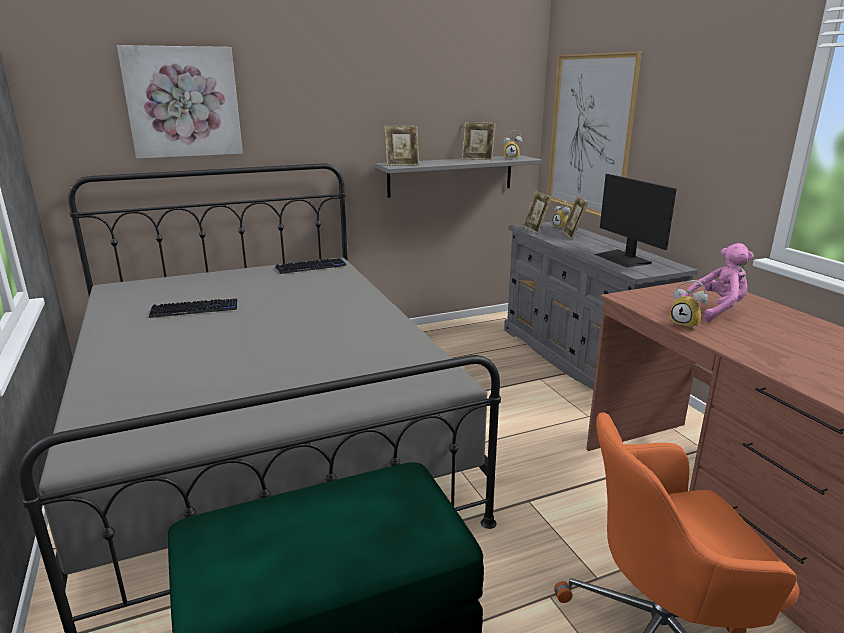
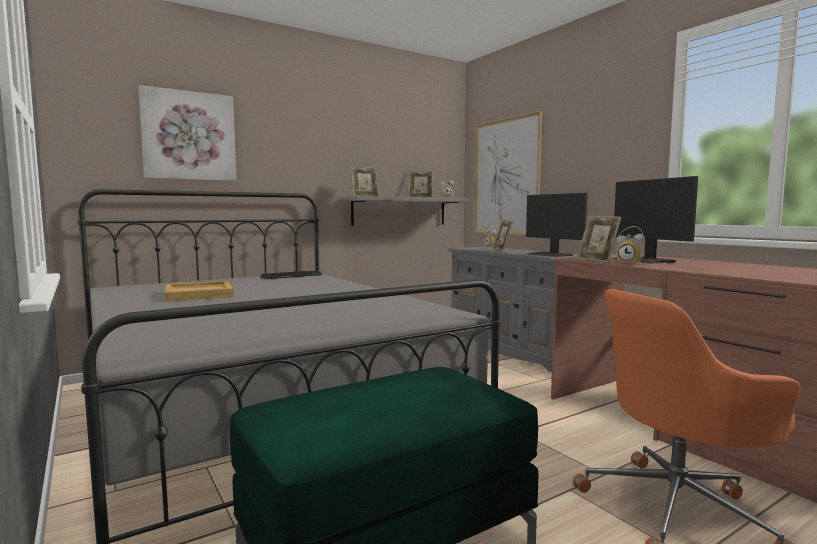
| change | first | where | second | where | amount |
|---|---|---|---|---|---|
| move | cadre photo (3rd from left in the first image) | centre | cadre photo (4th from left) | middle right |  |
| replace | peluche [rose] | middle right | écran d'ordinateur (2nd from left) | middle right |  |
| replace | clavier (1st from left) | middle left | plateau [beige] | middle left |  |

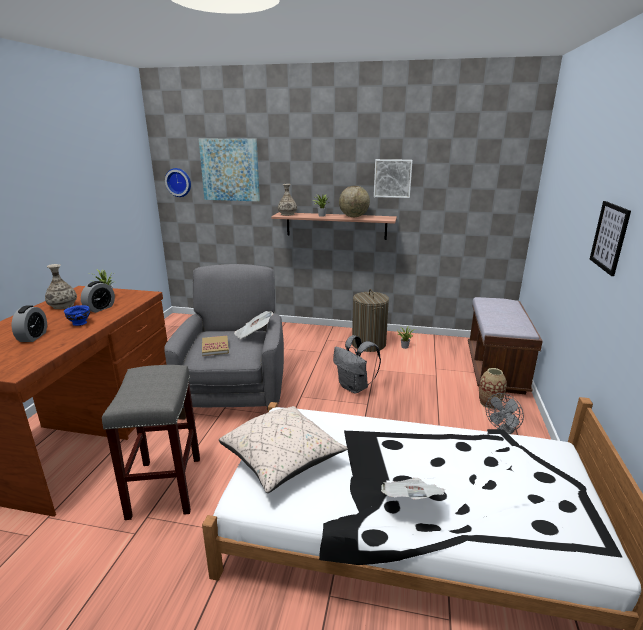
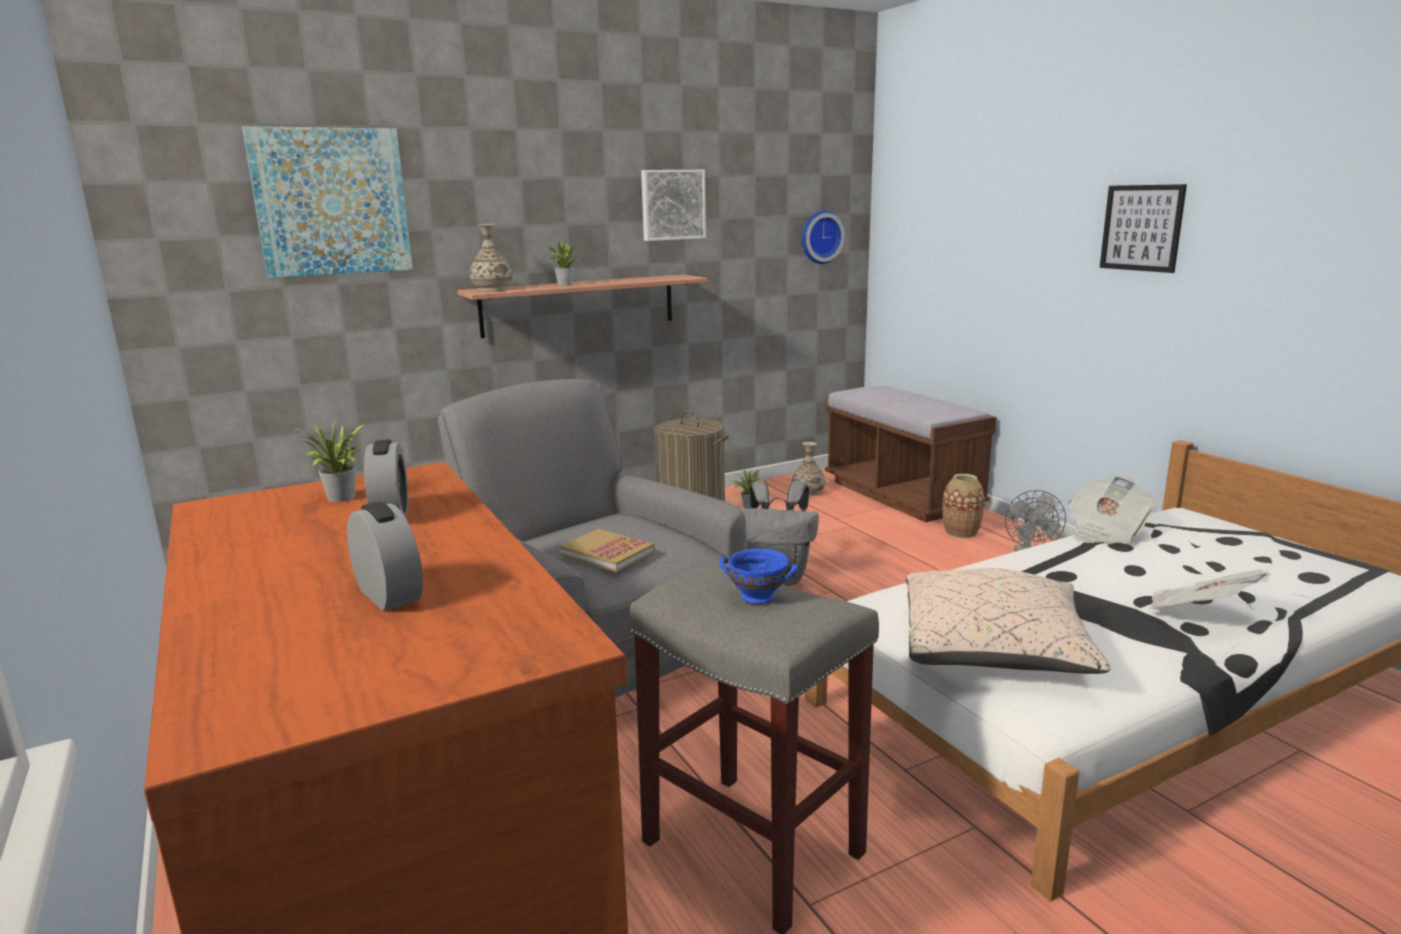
| change | first | where | second | where | amount |
|---|---|---|---|---|---|
| move | horloge murale | top left |  | top centre |  |
| delete | globe | top centre |  |  |  |
| move | vase (1st from left in the first image) | middle left | vase (2nd from left) | centre |  |
| move | bol [bleu] | middle left |  | centre |  |
| move | journal (1st from left) | centre |  | middle right |  |

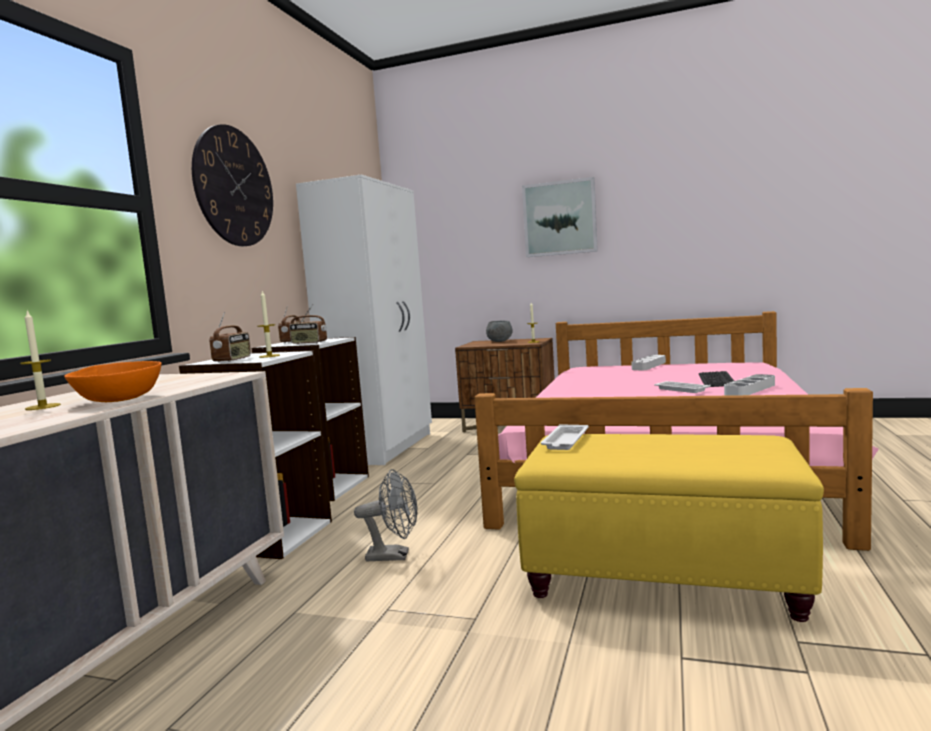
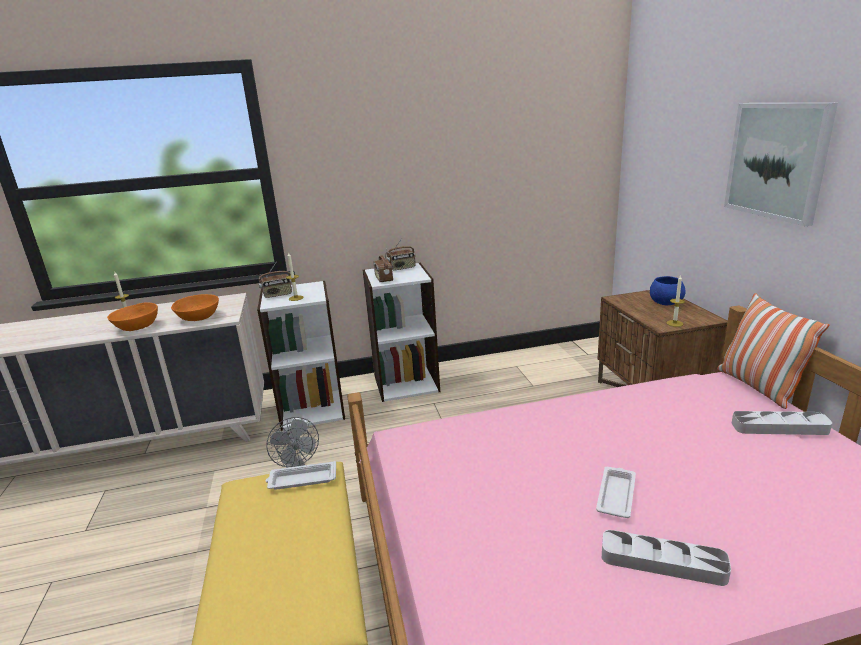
| change | first | where | second | where | amount |
|---|---|---|---|---|---|
| delete | horloge murale | top left |  |  |  |
| delete | armoire [blanc] | centre |  |  |  |
| recolor | bol [gris] | centre | bol [bleu] | middle right |  |
| delete | clavier | middle right |  |  |  |
| insert |  |  | coussin | middle right |  |
| insert |  |  | bol [orange] (2nd from left) | middle left |  |

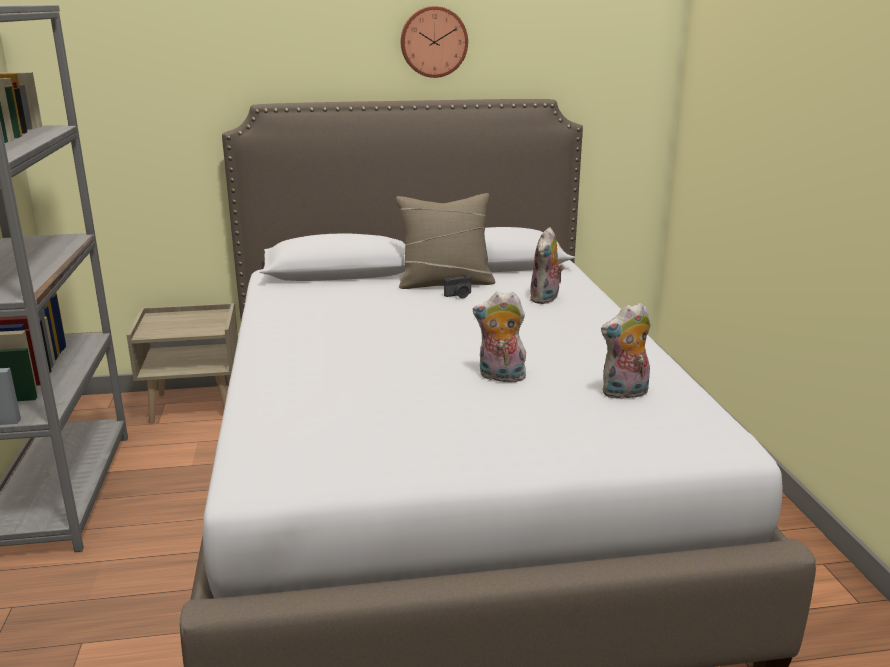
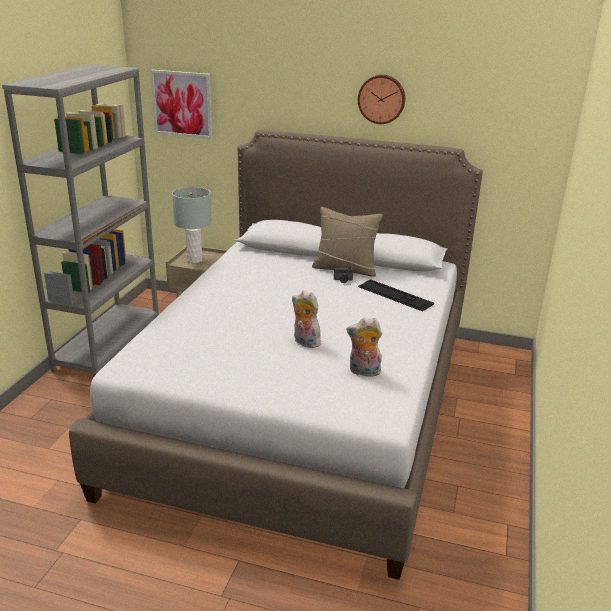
| change | first | where | second | where | amount |
|---|---|---|---|---|---|
| replace | peluche (2nd from left) | centre | clavier | centre |  |
| insert |  |  | tableau | top left |  |
| insert |  |  | lampe de table [gris] | middle left |  |

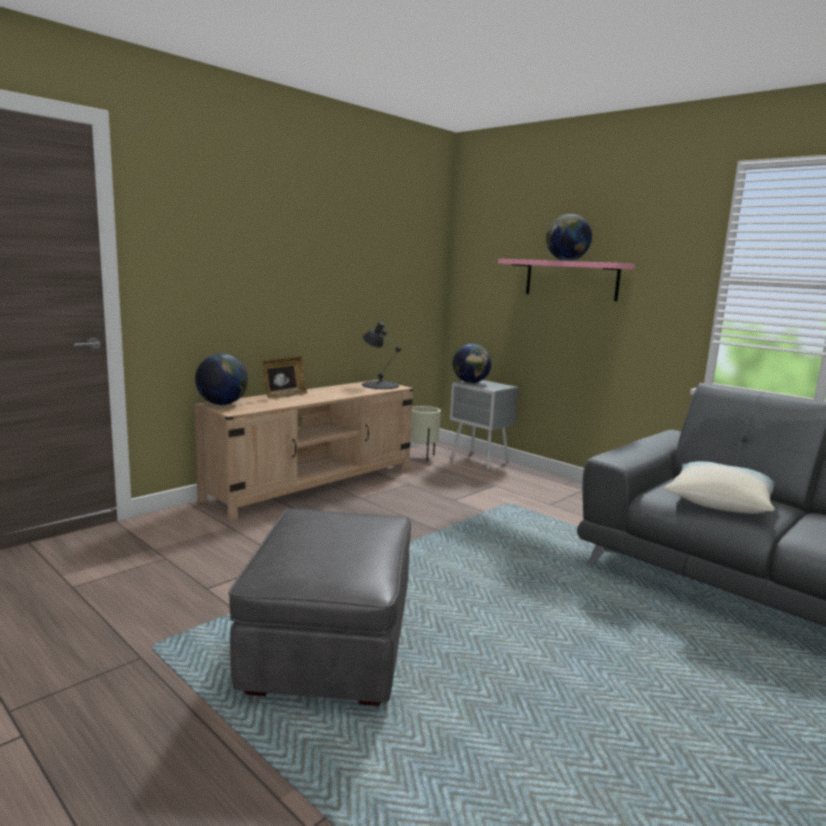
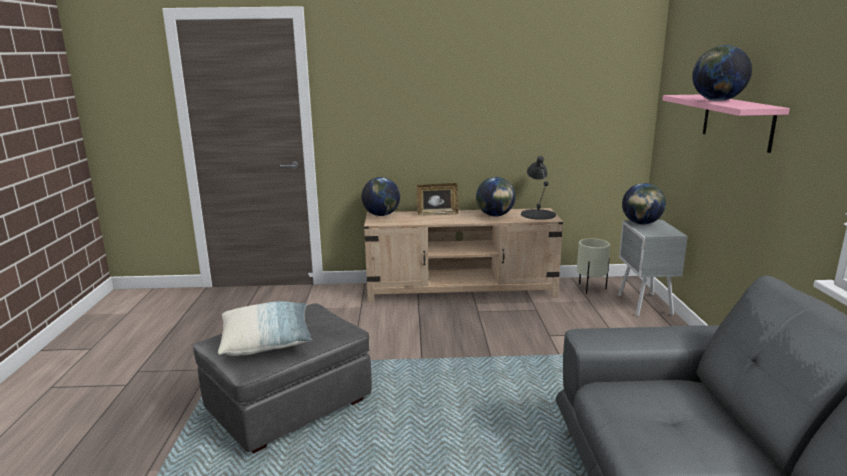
| change | first | where | second | where | amount |
|---|---|---|---|---|---|
| move | coussin | middle right |  | bottom left |  |
| insert |  |  | globe (2nd from left) | centre |  |

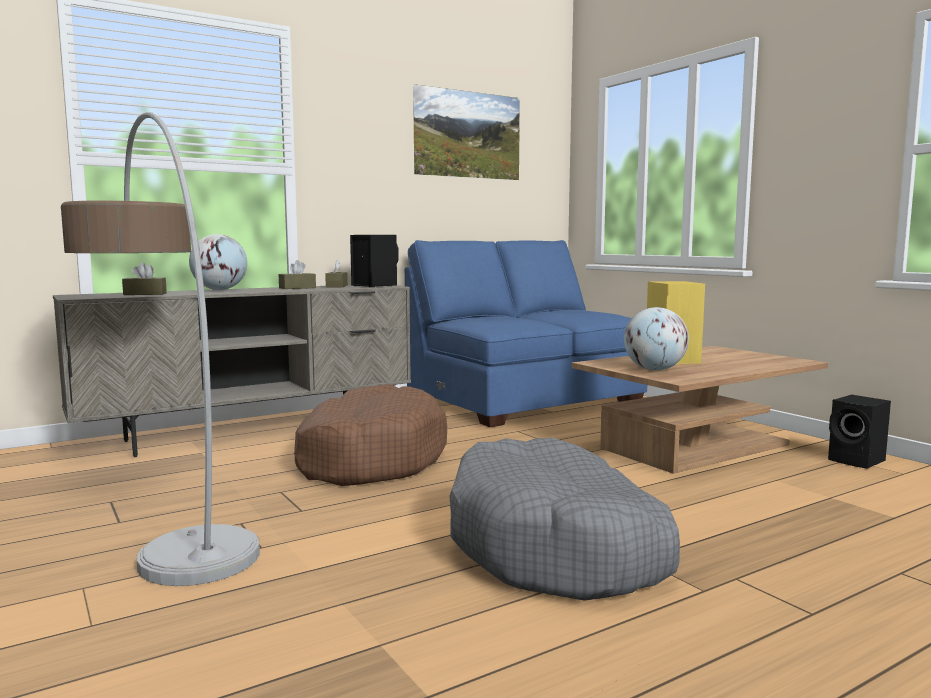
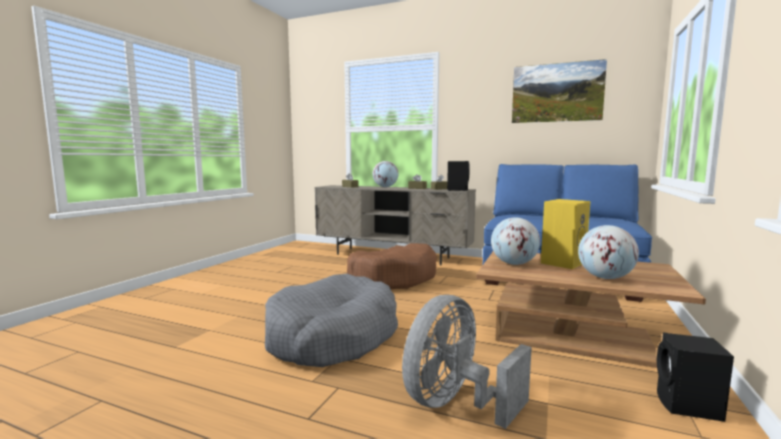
| change | first | where | second | where | amount |
|---|---|---|---|---|---|
| delete | lampadaire | middle left |  |  |  |
| insert |  |  | globe (3rd from left) | middle right |  |
| insert |  |  | ventilateur [gris] | bottom centre |  |

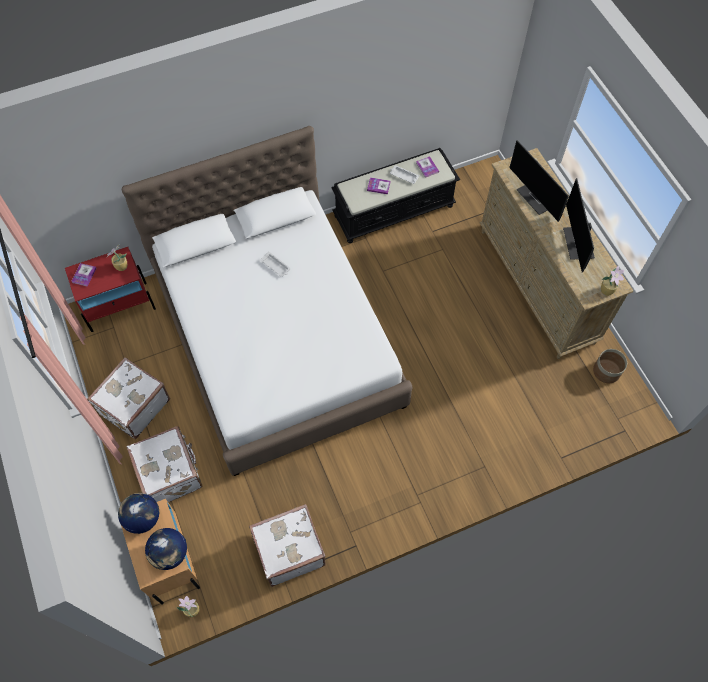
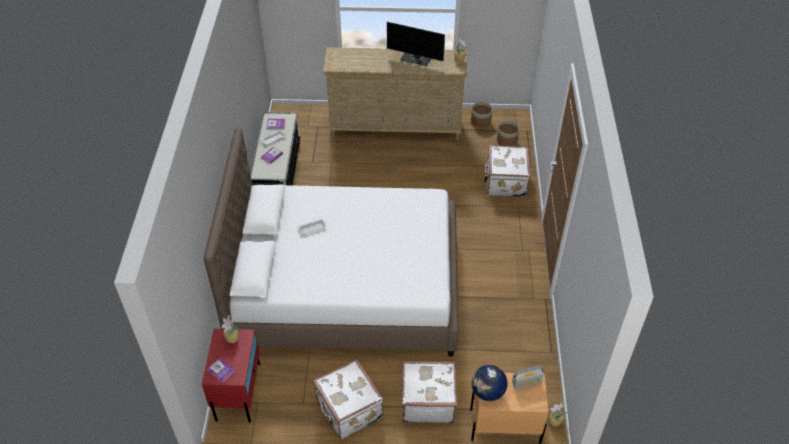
| change | first | where | second | where | amount |
|---|---|---|---|---|---|
| delete | écran d'ordinateur (1st from left) | top right |  |  |  |
| move | valise [blanc] (3rd from left) | bottom centre |  | centre |  |
| replace | globe (2nd from left) | bottom left | radio | bottom right |  |
| insert |  |  | cache-pot (2nd from left) | top centre |  |

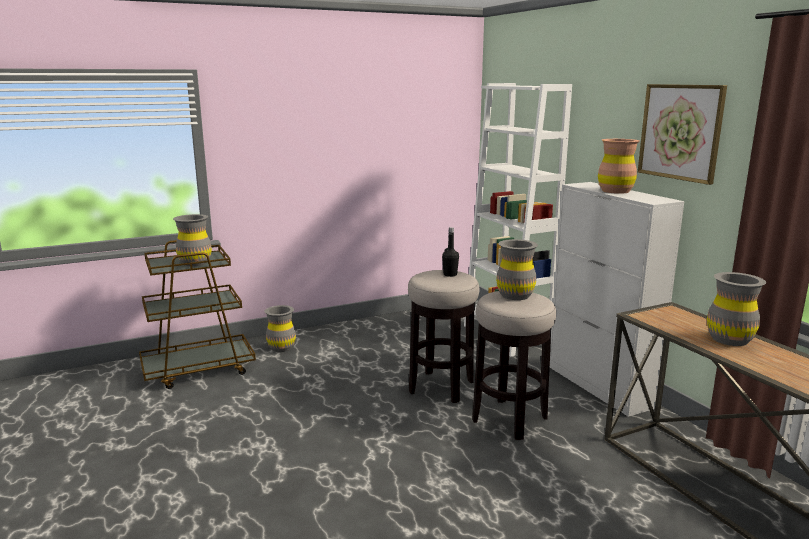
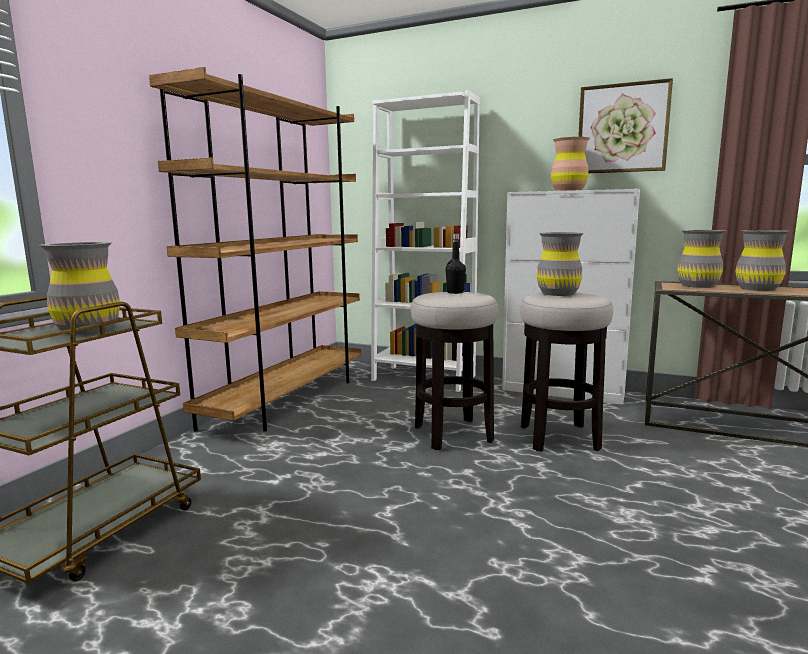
| change | first | where | second | where | amount |
|---|---|---|---|---|---|
| move | vase [gris] (2nd from left in the first image) | centre | vase [gris] (3rd from left) | middle right |  |
| insert |  |  | bibliothèque [marron] | middle left |  |

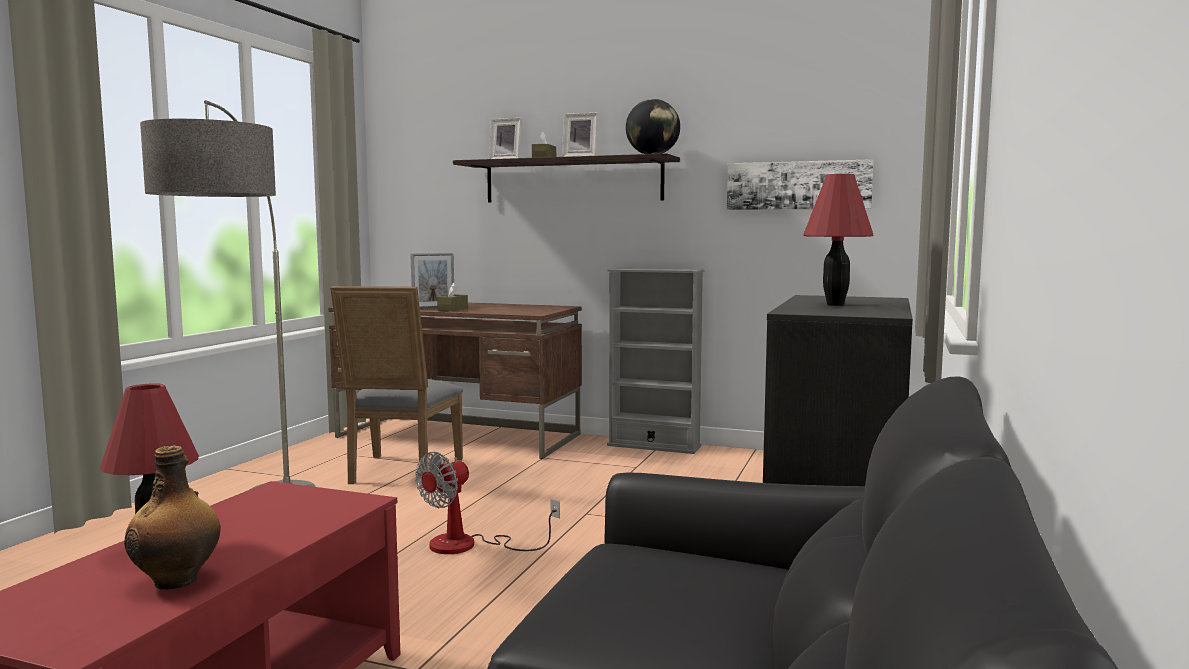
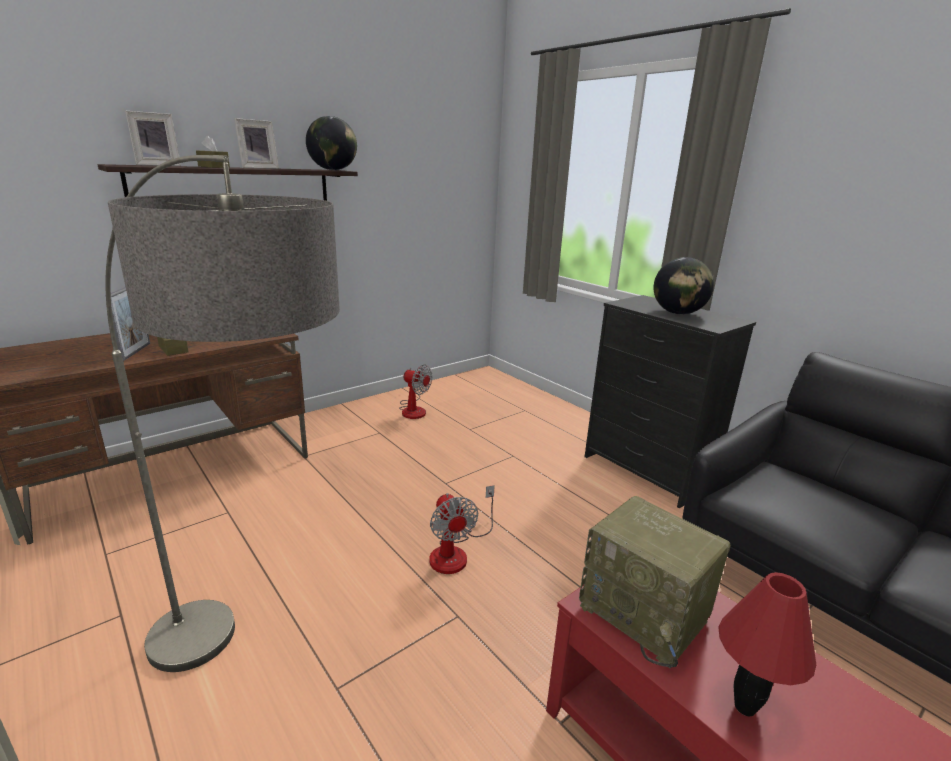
| change | first | where | second | where | amount |
|---|---|---|---|---|---|
| delete | tableau | top right |  |  |  |
| replace | lampe de table [rouge] (2nd from left) | middle right | globe (2nd from left) | middle right |  |
| delete | bibliothèque [gris] | centre |  |  |  |
| delete | chaise [gris] | middle left |  |  |  |
| delete | bouteille | bottom left |  |  |  |
| insert |  |  | ventilateur (1st from left) | centre |  |
| insert |  |  | radio | bottom right |  |

